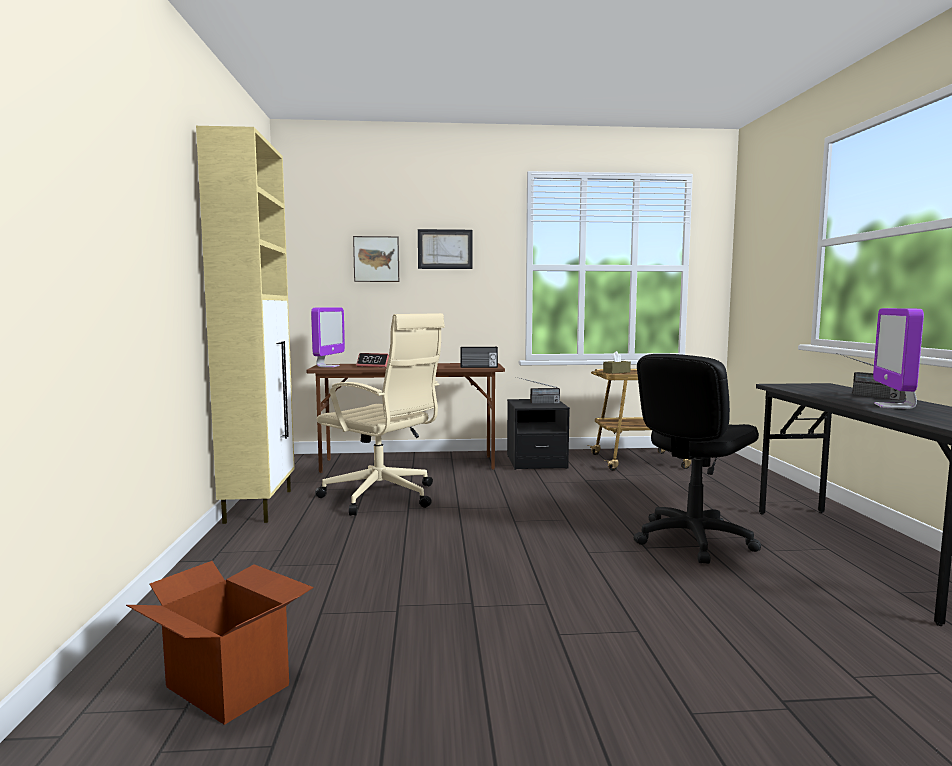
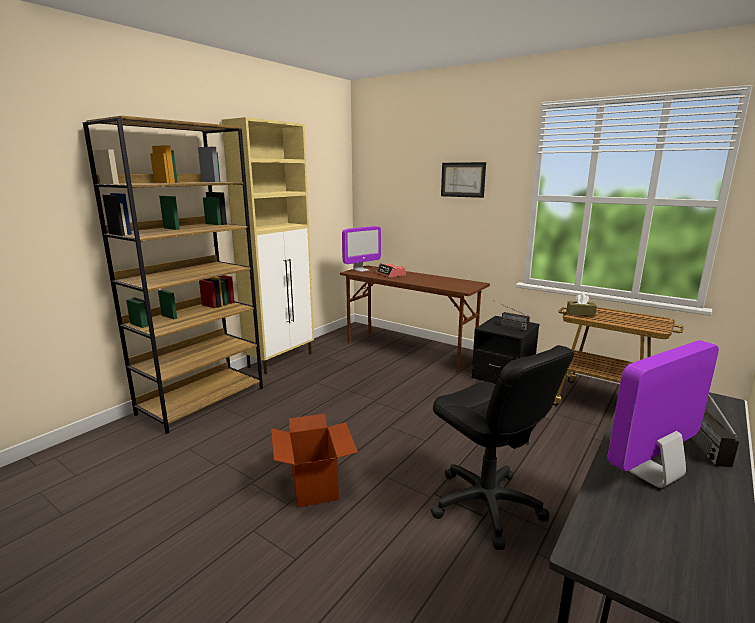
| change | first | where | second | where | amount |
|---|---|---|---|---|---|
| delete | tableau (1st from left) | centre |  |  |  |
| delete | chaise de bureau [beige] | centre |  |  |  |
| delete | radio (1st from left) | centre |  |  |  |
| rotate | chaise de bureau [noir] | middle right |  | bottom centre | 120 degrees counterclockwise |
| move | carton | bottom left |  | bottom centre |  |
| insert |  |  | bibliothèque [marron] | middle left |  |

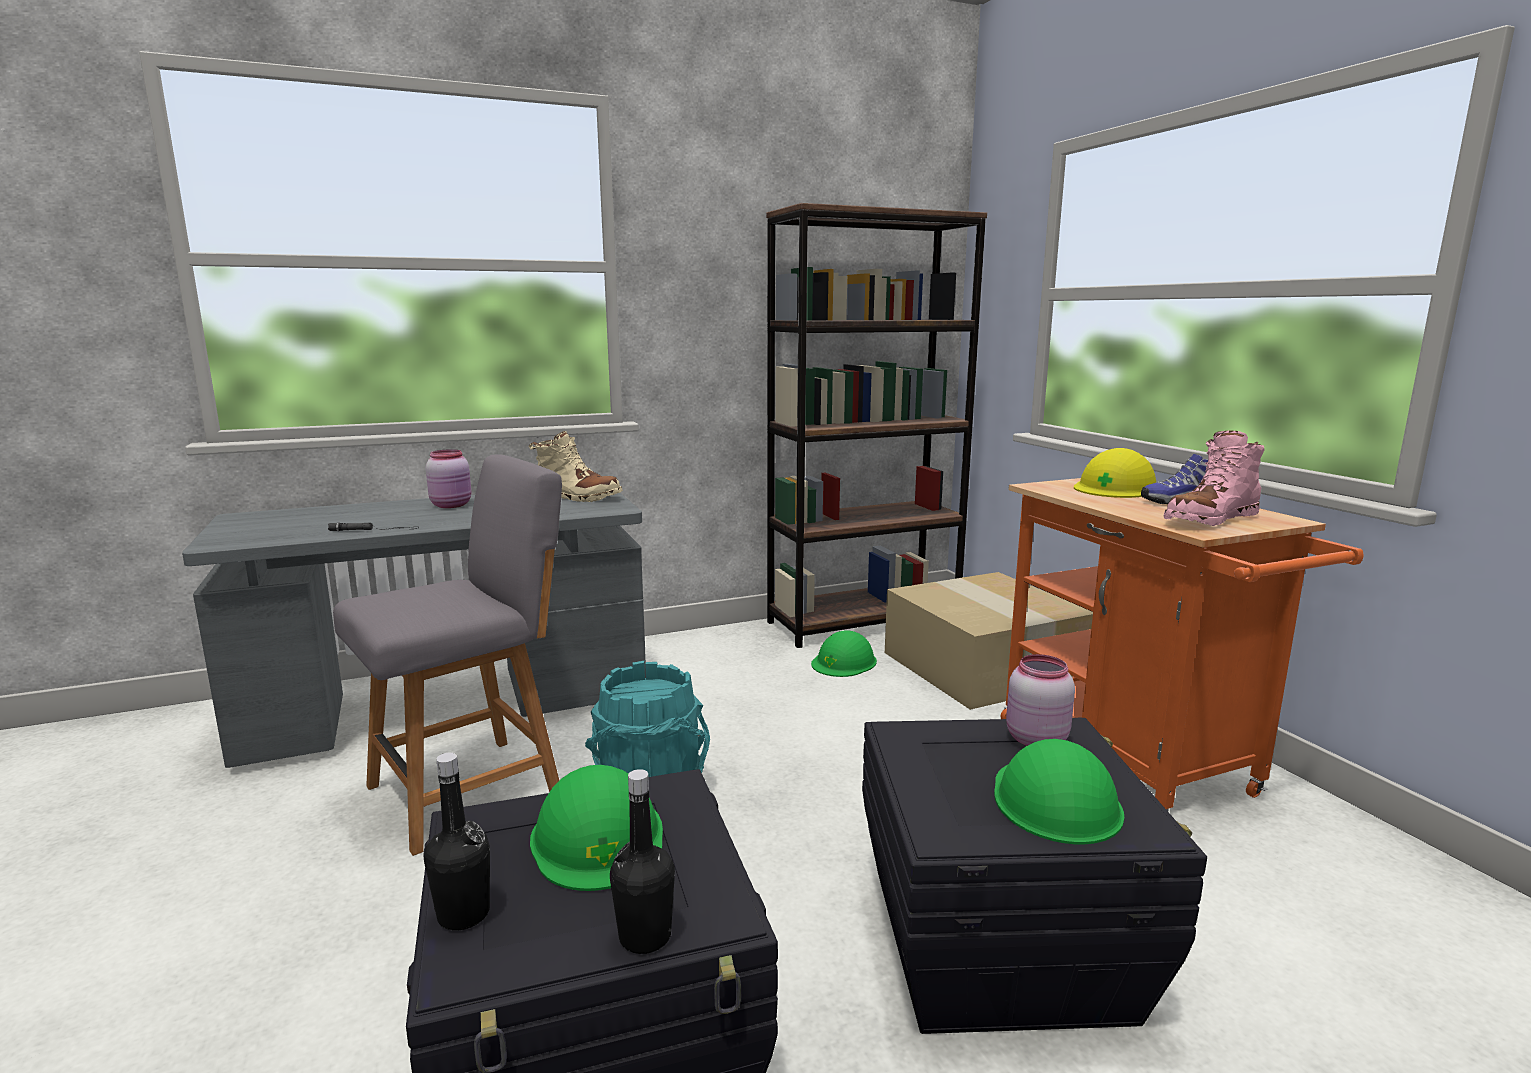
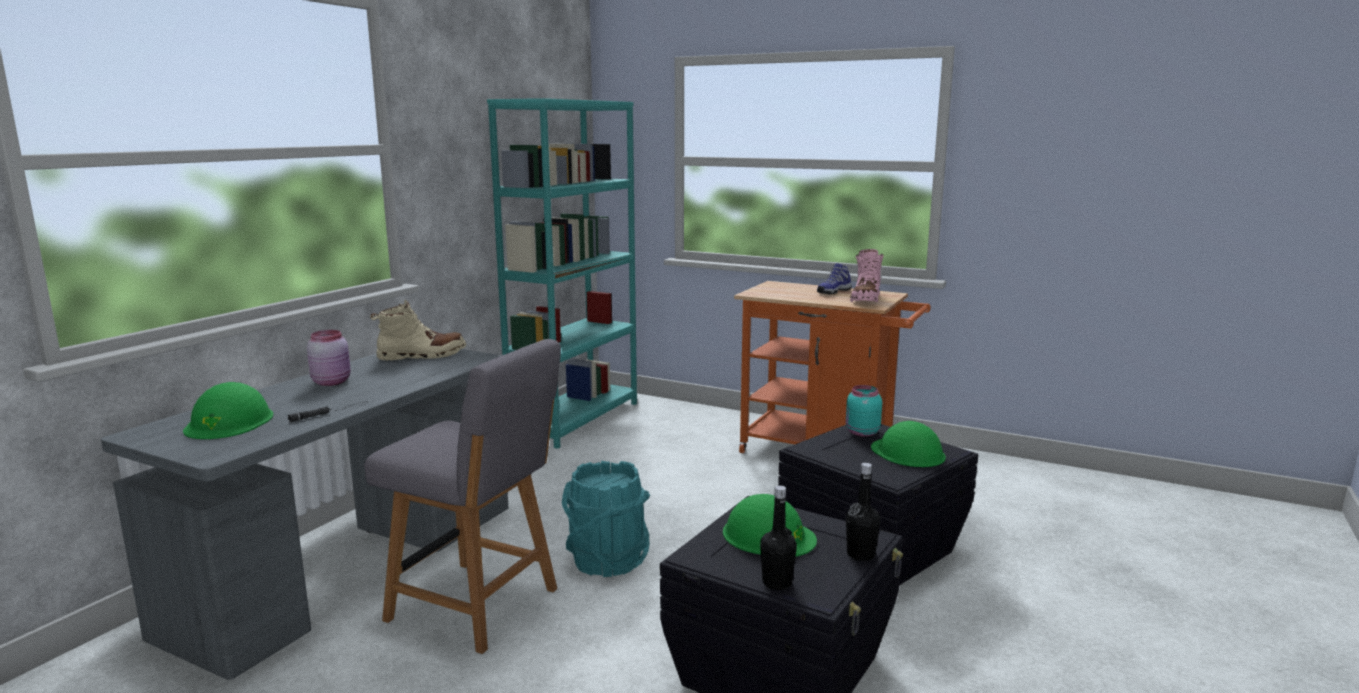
| change | first | where | second | where | amount |
|---|---|---|---|---|---|
| recolor | bibliothèque [marron] | centre | bibliothèque [turquoise] | centre |  |
| delete | casque de chantier [jaune] | middle right |  |  |  |
| rotate | chaise [gris] | middle left |  | bottom centre | 105 degrees clockwise |
| delete | carton | centre |  |  |  |
| move | casque de chantier [vert] (2nd from left in the first image) | centre | casque de chantier [vert] (1st from left) | middle left |  |
| recolor | bocal [rose] (2nd from left) | middle right | bocal [turquoise] | centre |  |

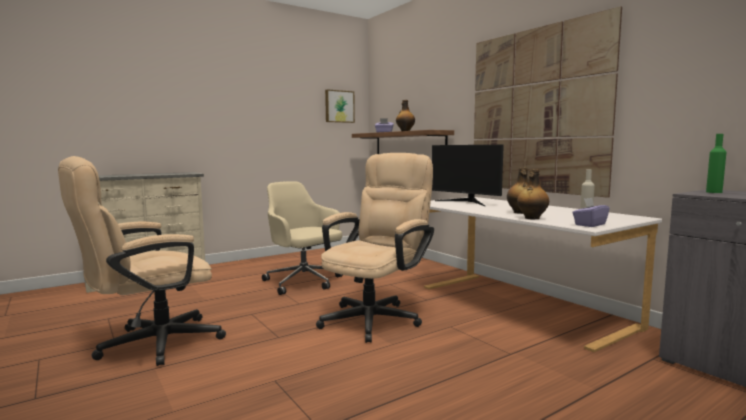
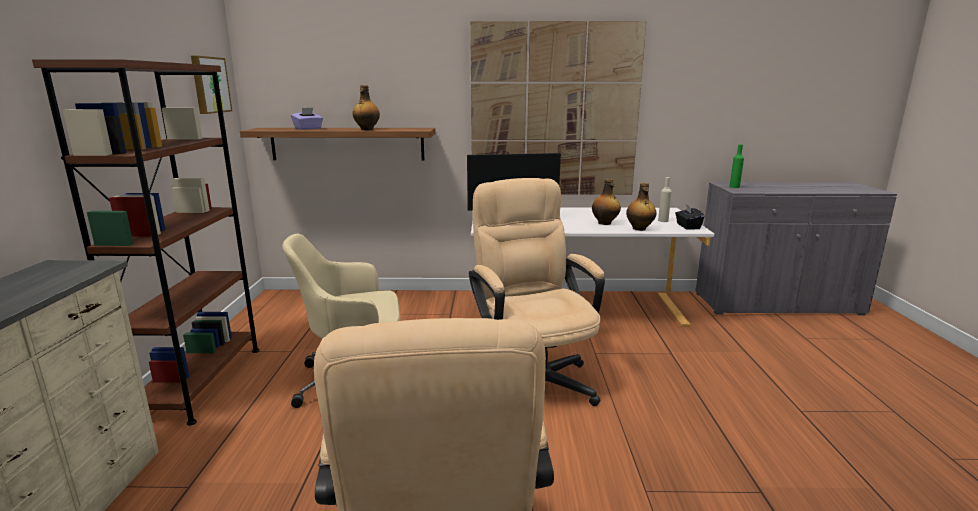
| change | first | where | second | where | amount |
|---|---|---|---|---|---|
| recolor | boîte à mouchoirs [violet] (2nd from left) | middle right | boîte à mouchoirs [noir] | middle right |  |
| insert |  |  | bibliothèque [marron] | middle left |  |

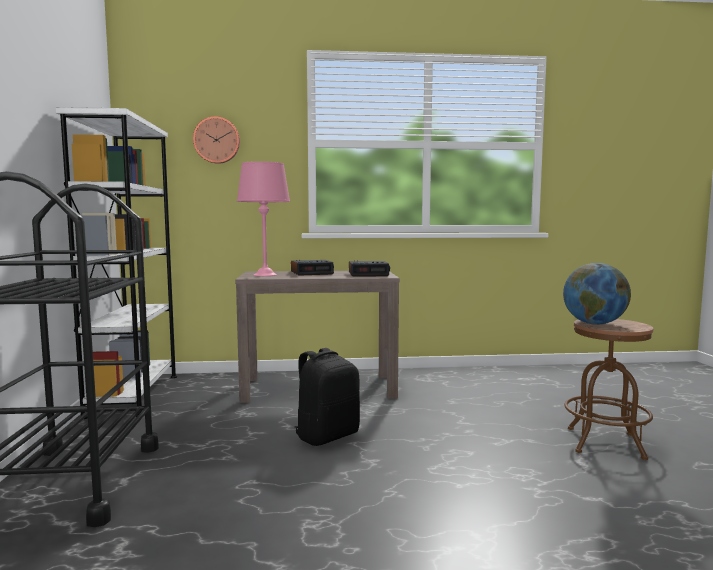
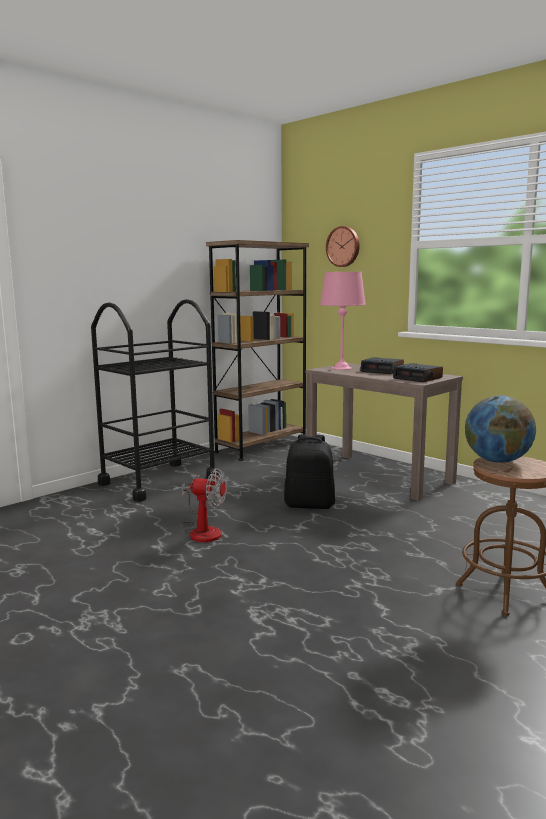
| change | first | where | second | where | amount |
|---|---|---|---|---|---|
| recolor | bibliothèque [blanc] | middle left | bibliothèque [marron] | centre |  |
| insert |  |  | ventilateur | centre |  |

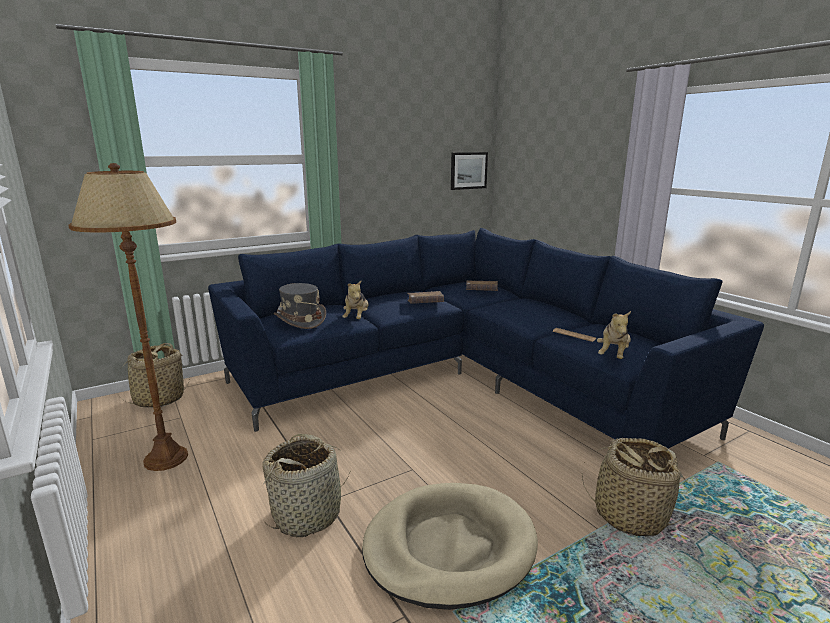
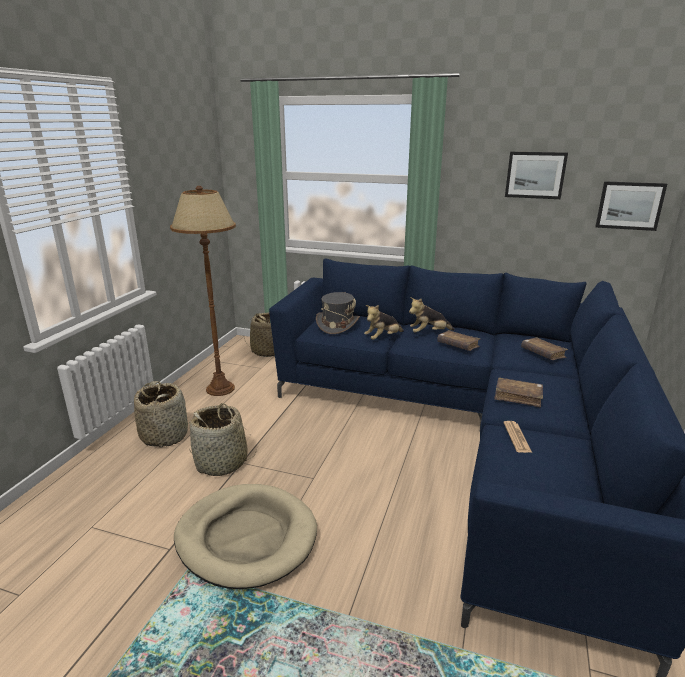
| change | first | where | second | where | amount |
|---|---|---|---|---|---|
| move | peluche (2nd from left) | middle right |  | centre |  |
| move | panier (3rd from left in the first image) | bottom right | panier (1st from left) | middle left |  |
| insert |  |  | tableau (1st from left) | top right |  |
| insert |  |  | livre [marron] (2nd from left) | middle right |  |

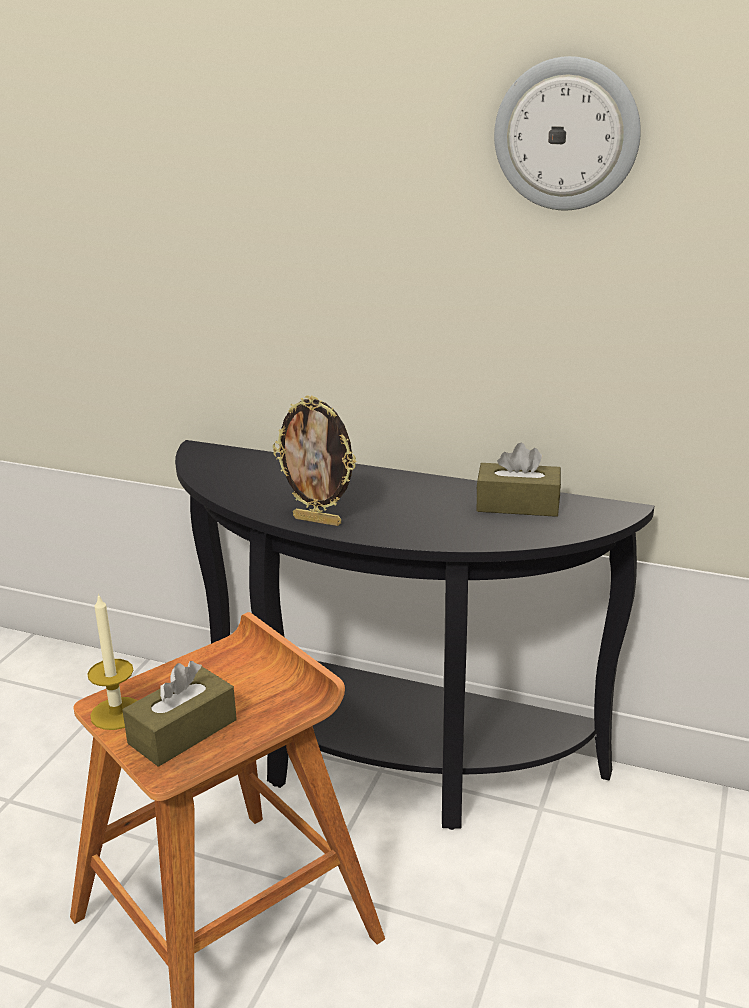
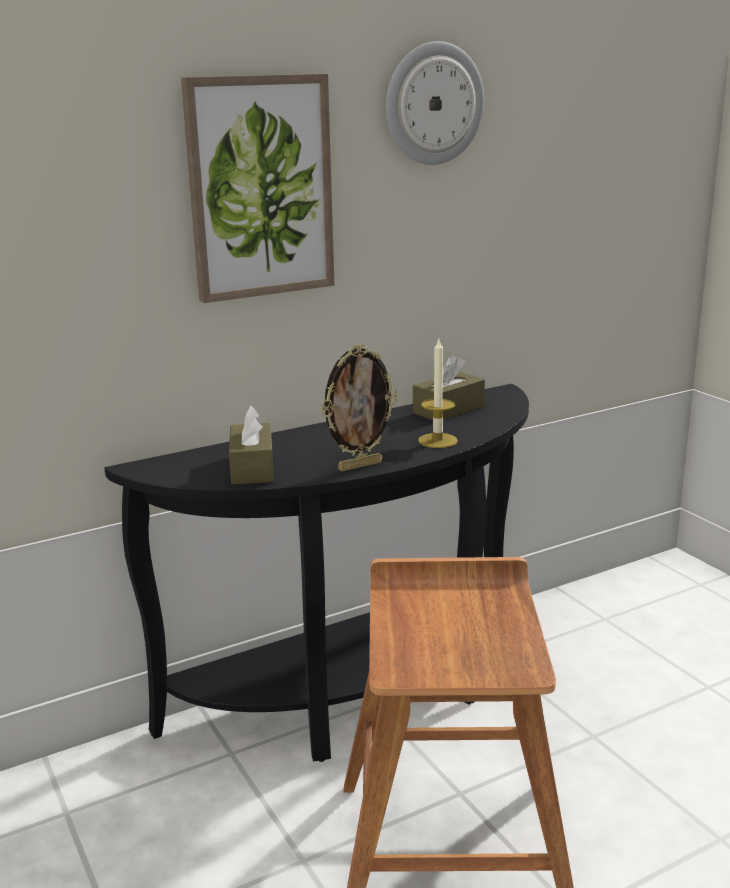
| change | first | where | second | where | amount |
|---|---|---|---|---|---|
| move | bougie | middle left |  | centre |  |
| move | boîte à mouchoirs [marron] (1st from left) | bottom left |  | centre |  |
| insert |  |  | tableau | top centre |  |

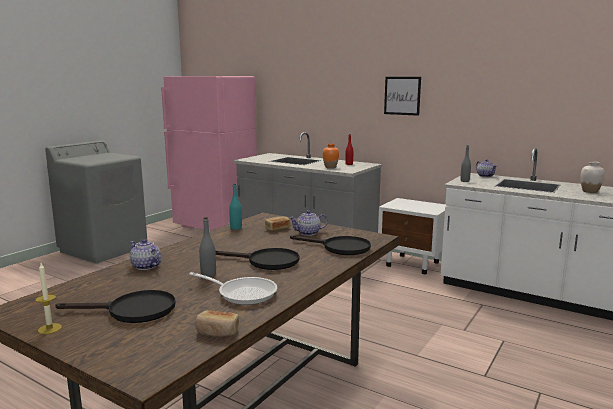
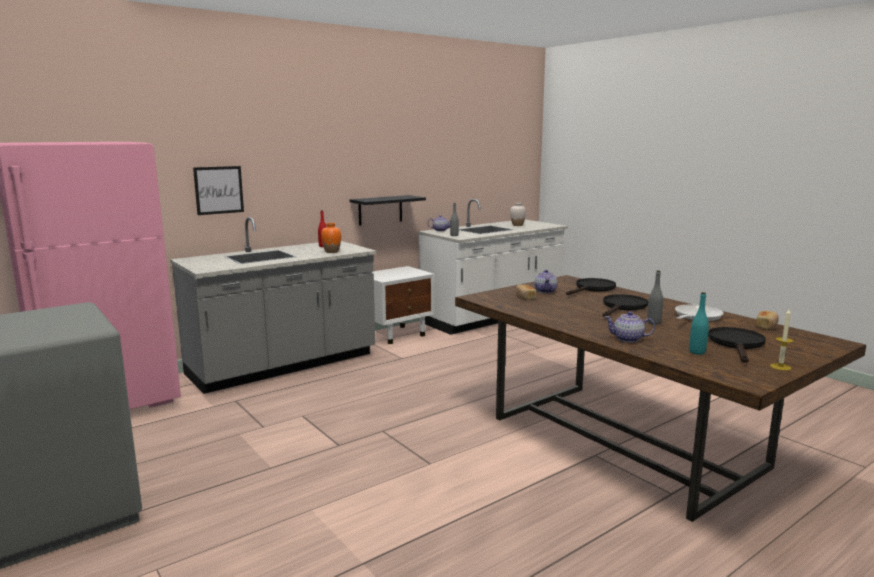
| change | first | where | second | where | amount |
|---|---|---|---|---|---|
| move | tableau | top centre |  | top left |  |
| move | bouteille [turquoise] | centre |  | middle right |  |
| rotate | théière (1st from left in the first image) | middle left | théière (3rd from left) | middle right | 45 degrees clockwise |
| insert |  |  | étagère [noir] | centre |  |

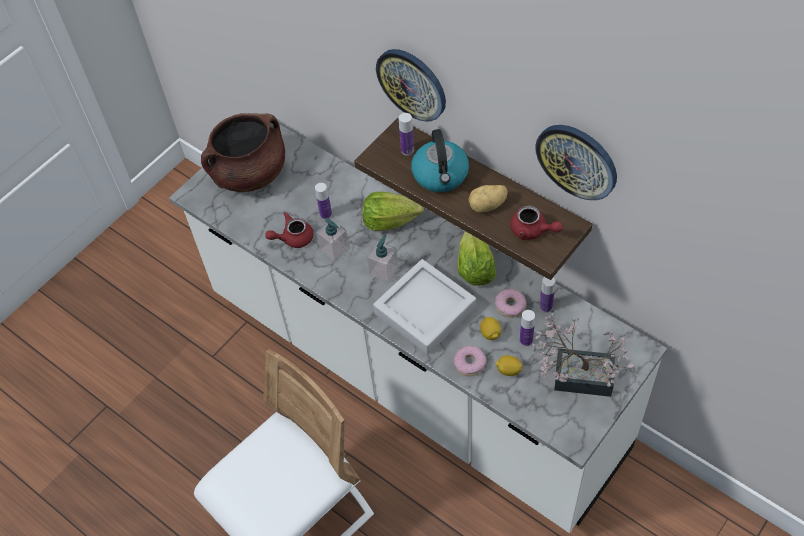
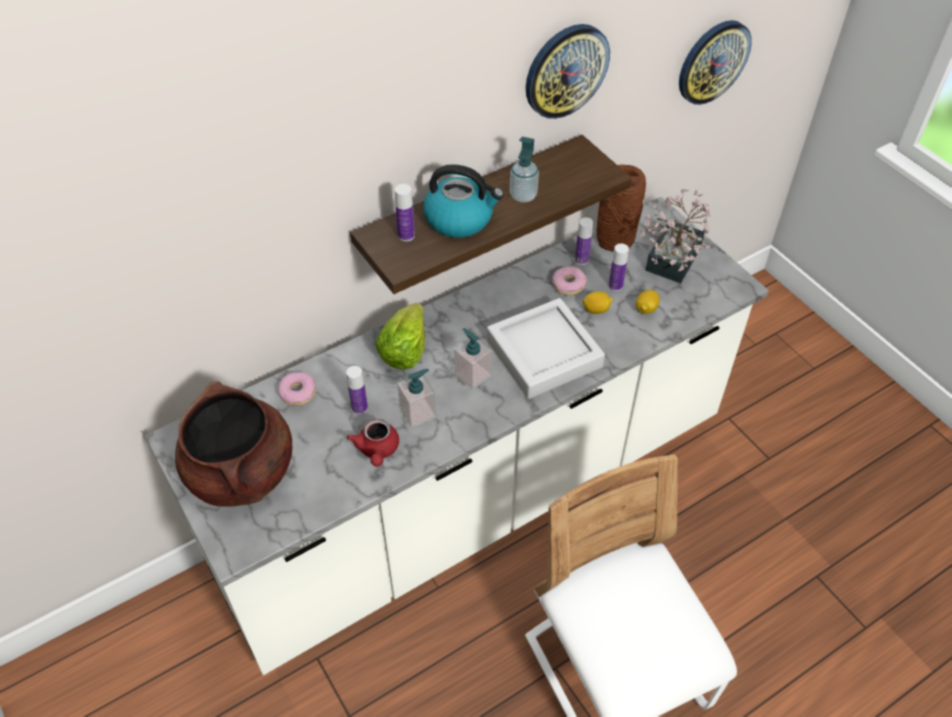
| change | first | where | second | where | amount |
|---|---|---|---|---|---|
| move | horloge murale (1st from left in the first image) | top centre | horloge murale (2nd from left) | top right |  |
| replace | pomme de terre | centre | distributeur de savon (3rd from left) | top centre |  |
| delete | théière [rouge] (2nd from left) | middle right |  |  |  |
| delete | laitue (2nd from left) | centre |  |  |  |
| move | beignet (1st from left) | bottom centre |  | middle left |  |
| insert |  |  | vase [marron] | top centre |  |

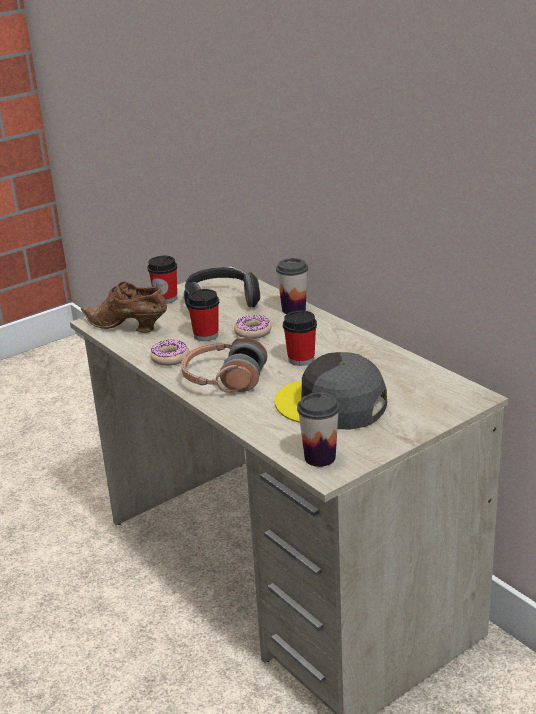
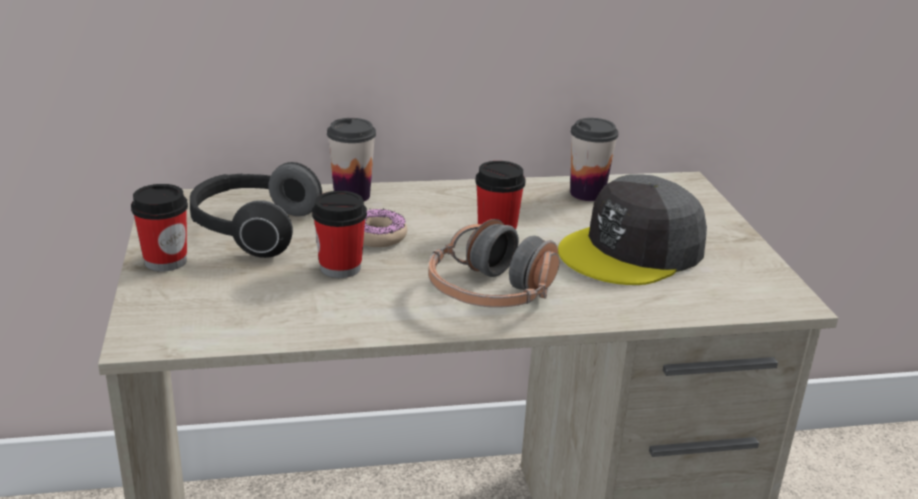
| change | first | where | second | where | amount |
|---|---|---|---|---|---|
| delete | chaussure [marron] | middle left |  |  |  |
| delete | beignet (1st from left) | middle left |  |  |  |
| move | tasse (5th from left) | centre |  | top centre |  |

